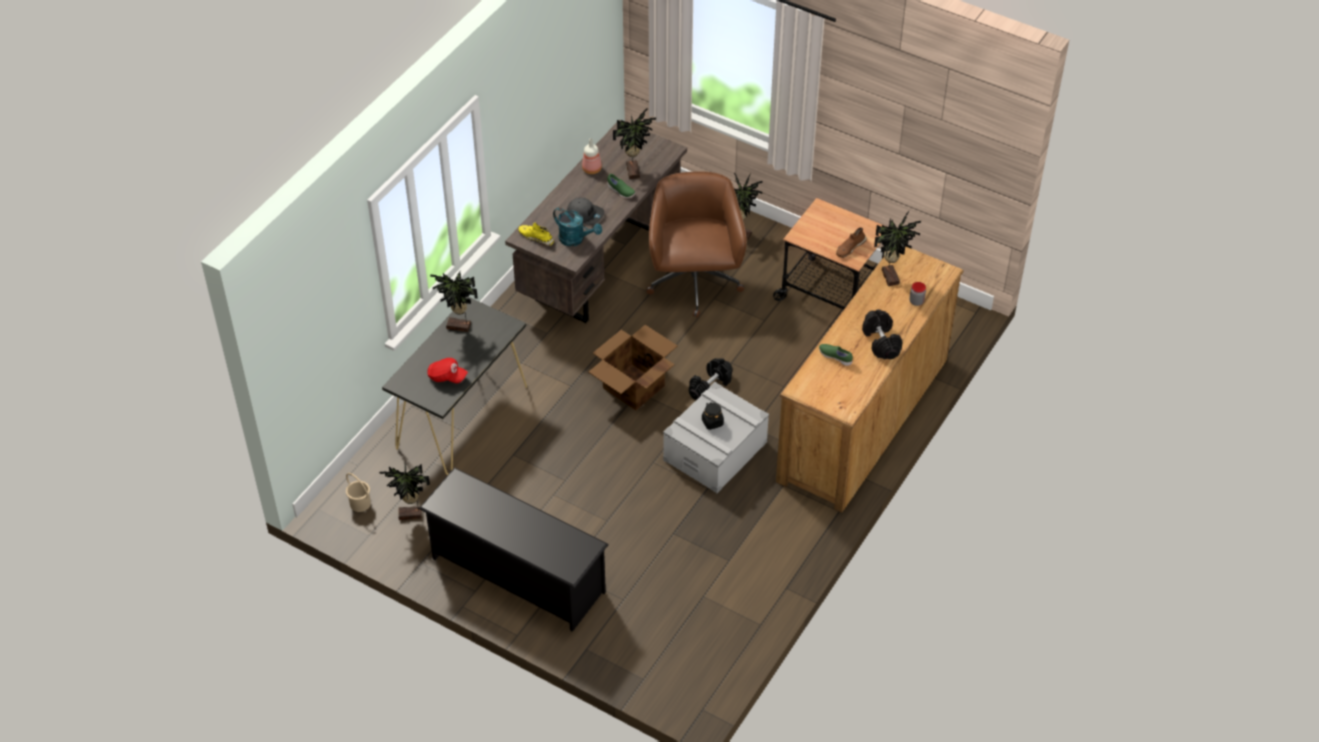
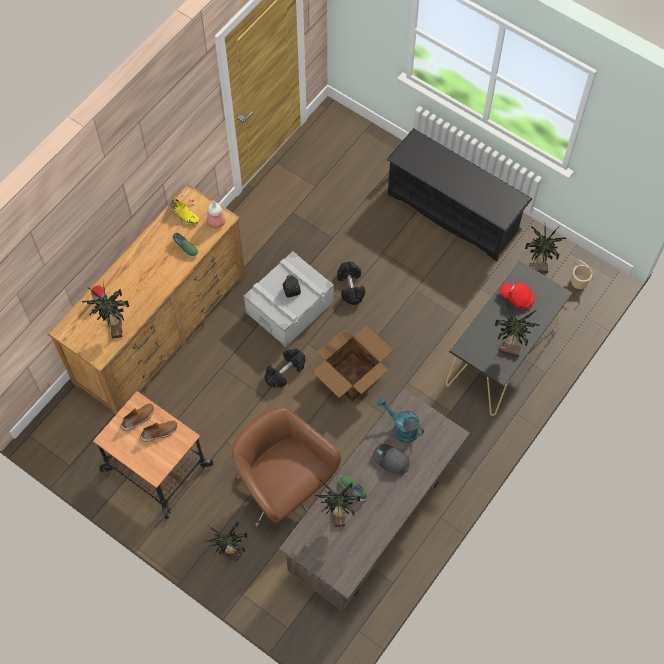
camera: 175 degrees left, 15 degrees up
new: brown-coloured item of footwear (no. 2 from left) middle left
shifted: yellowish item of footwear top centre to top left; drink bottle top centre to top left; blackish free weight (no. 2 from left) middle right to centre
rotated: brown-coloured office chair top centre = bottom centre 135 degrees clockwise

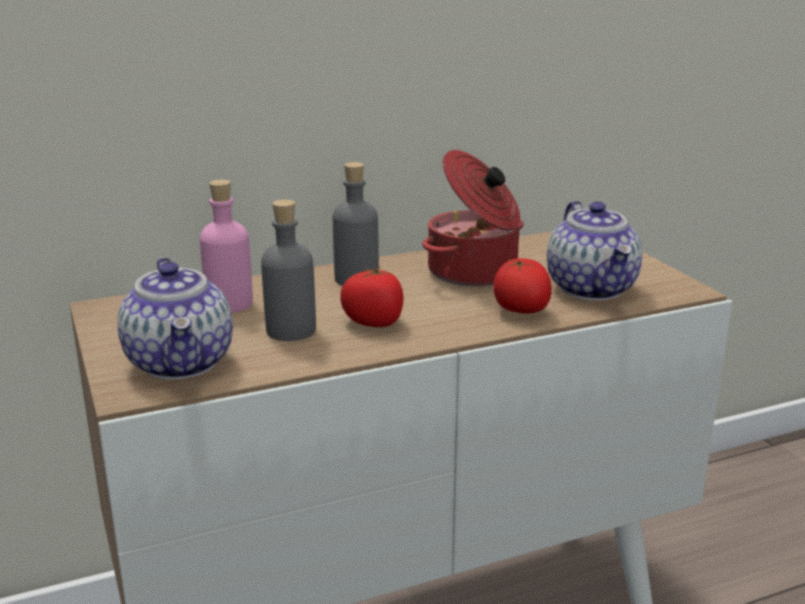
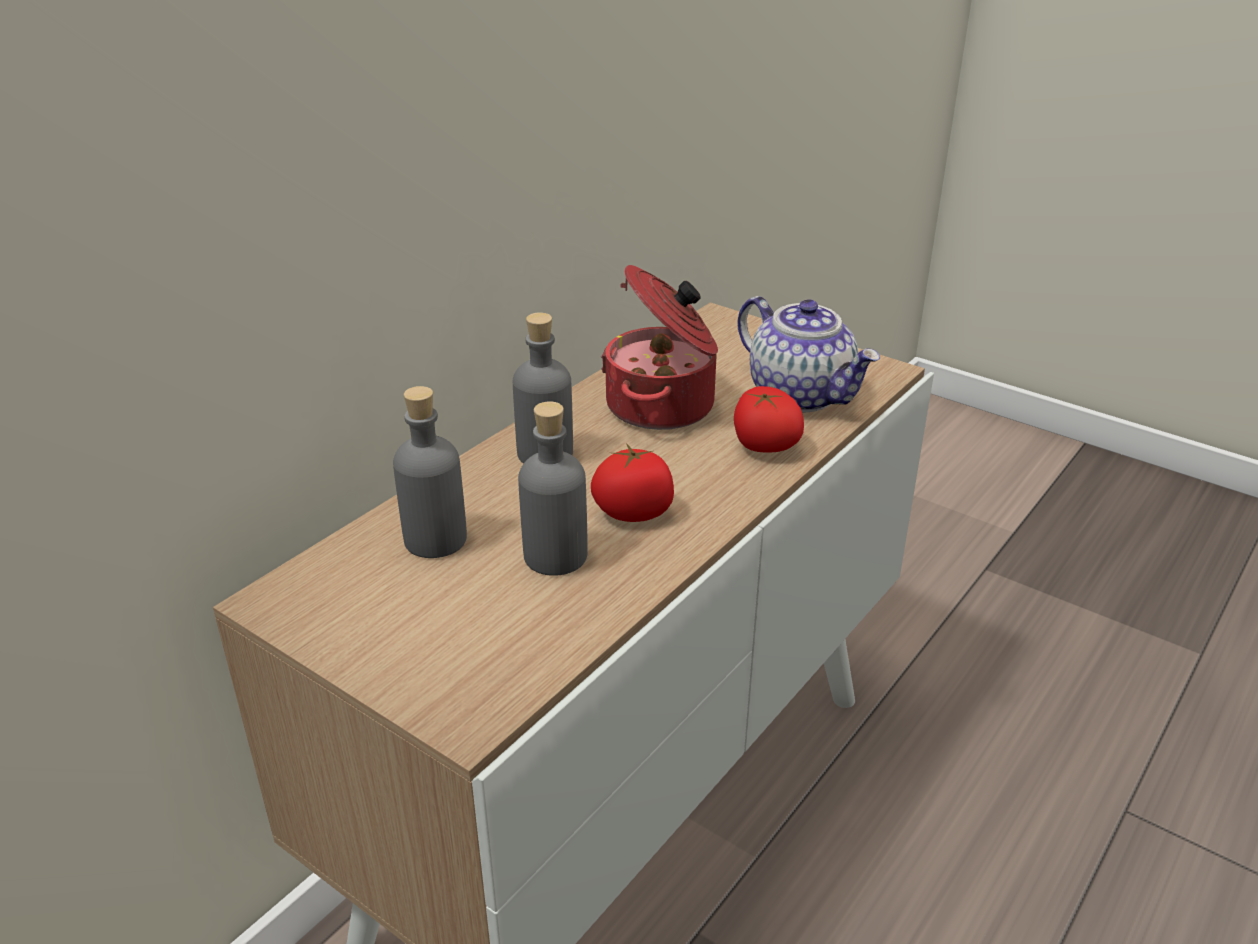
camera: 30 degrees left, 10 degrees up
gone: pot for tea (no. 1 from left) middle left
repainted: pink drink bottle middle left to greyish drink bottle (no. 1 from left) centre

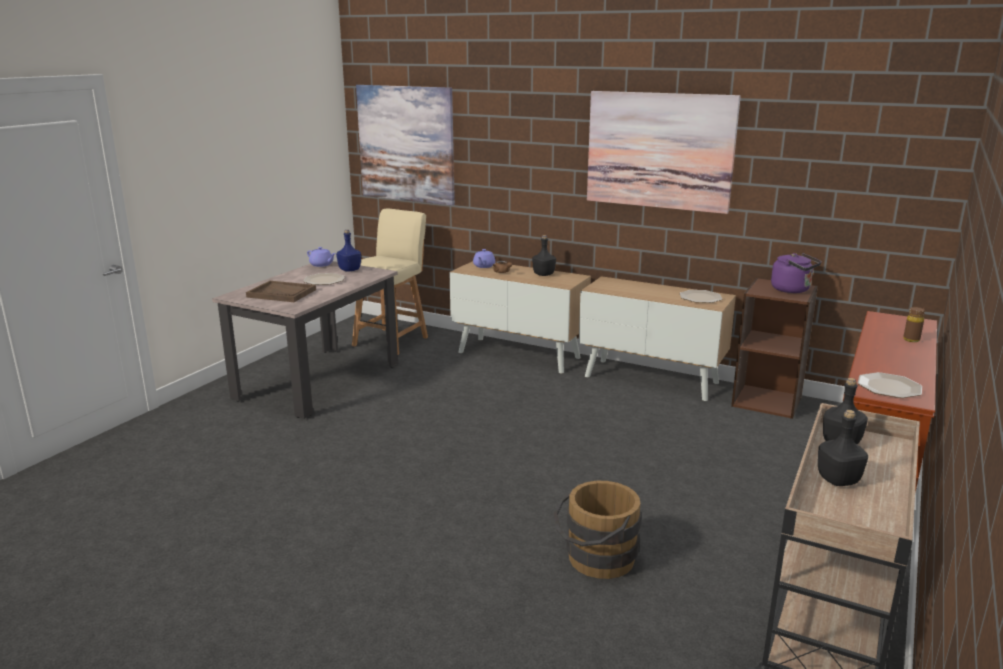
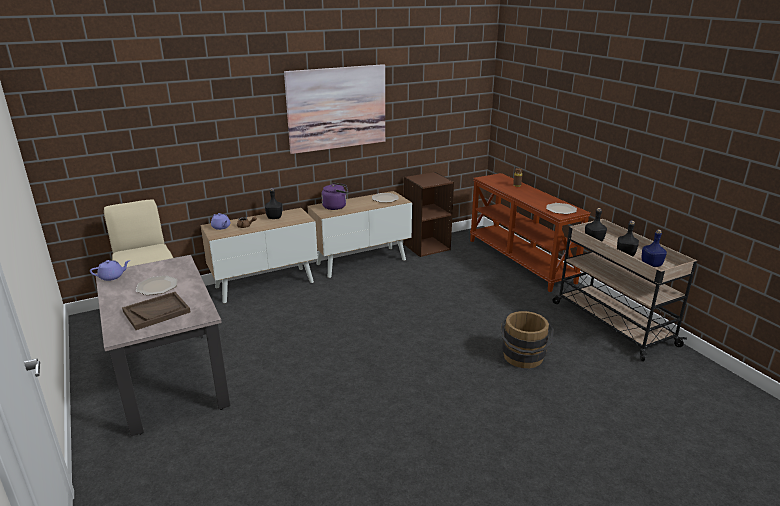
camera: 55 degrees left, 5 degrees up
gone: wall picture (no. 1 from left) top centre
shifted: blue-coloured drink bottle centre to middle right; purplish water kettle middle right to centre

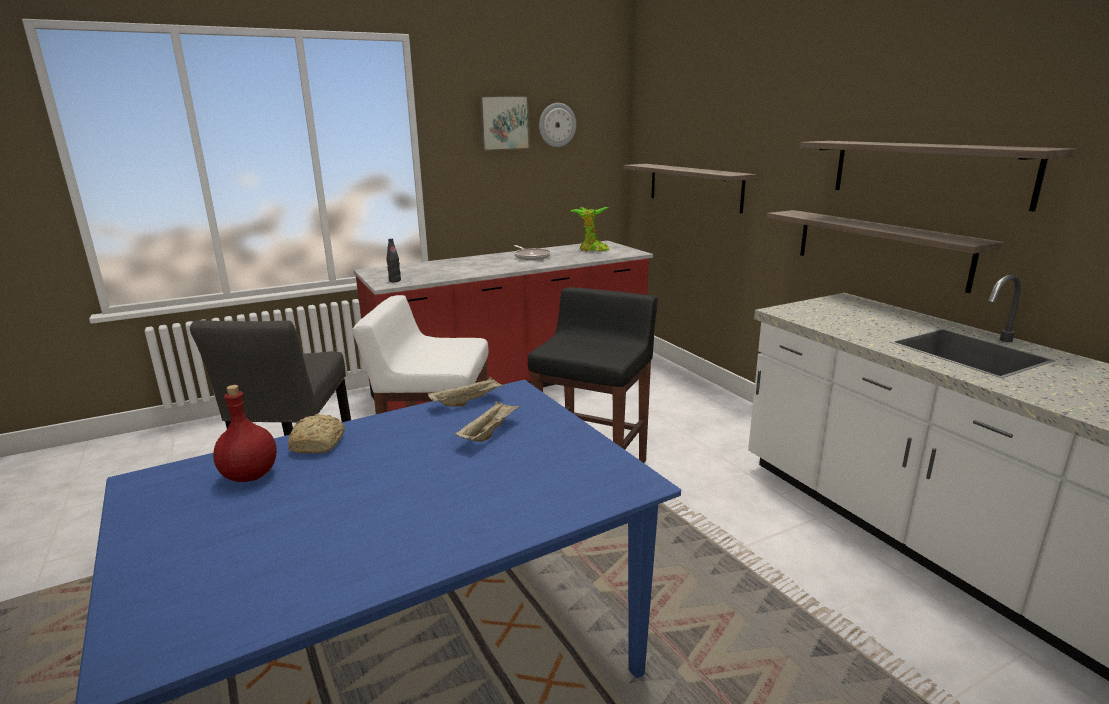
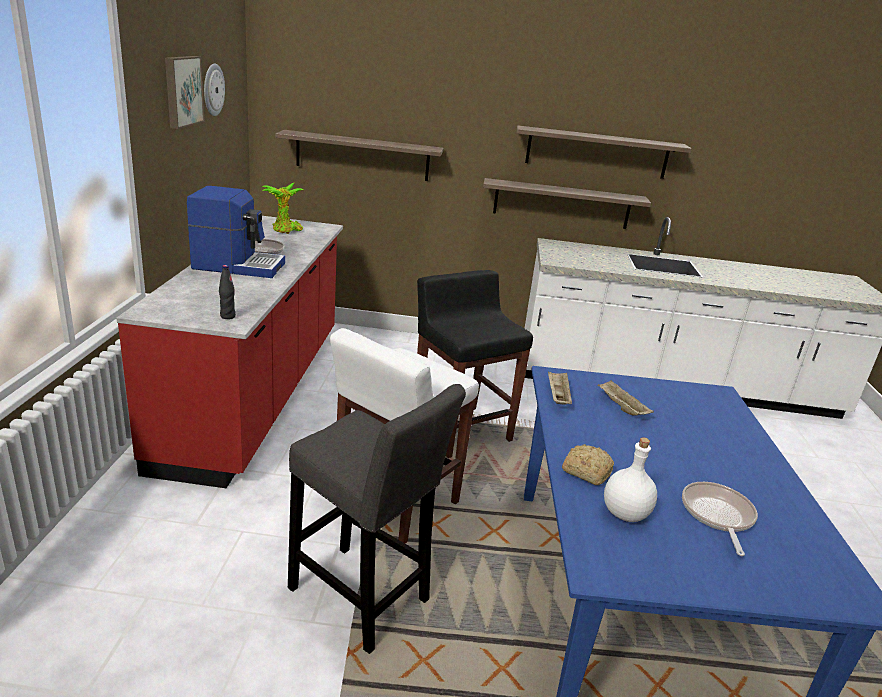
camera: 60 degrees left, 5 degrees up
new: coffee maker top left; skillet (no. 2 from left) bottom right
repainted: reddish drink bottle middle left to whitish drink bottle bottom right

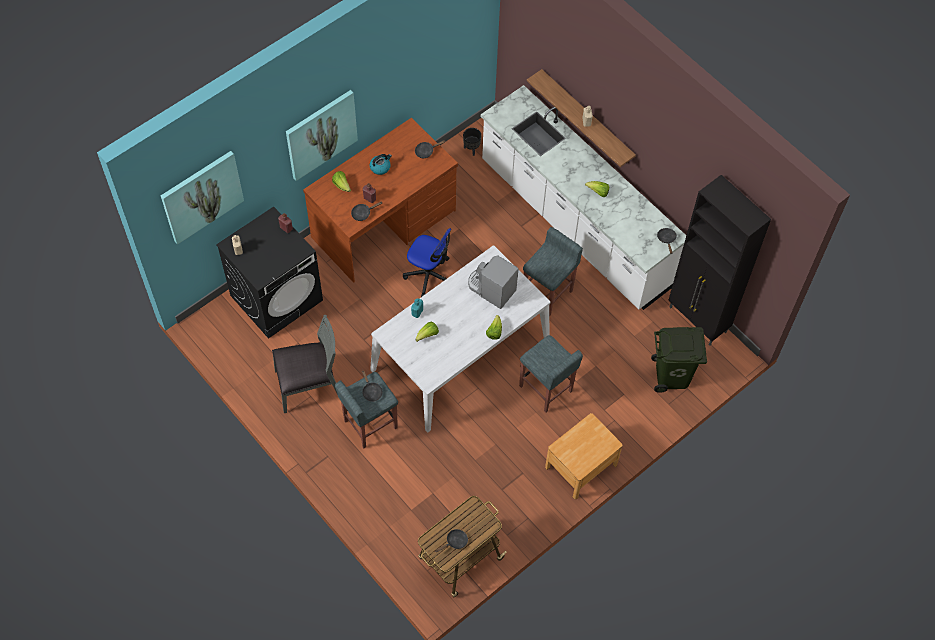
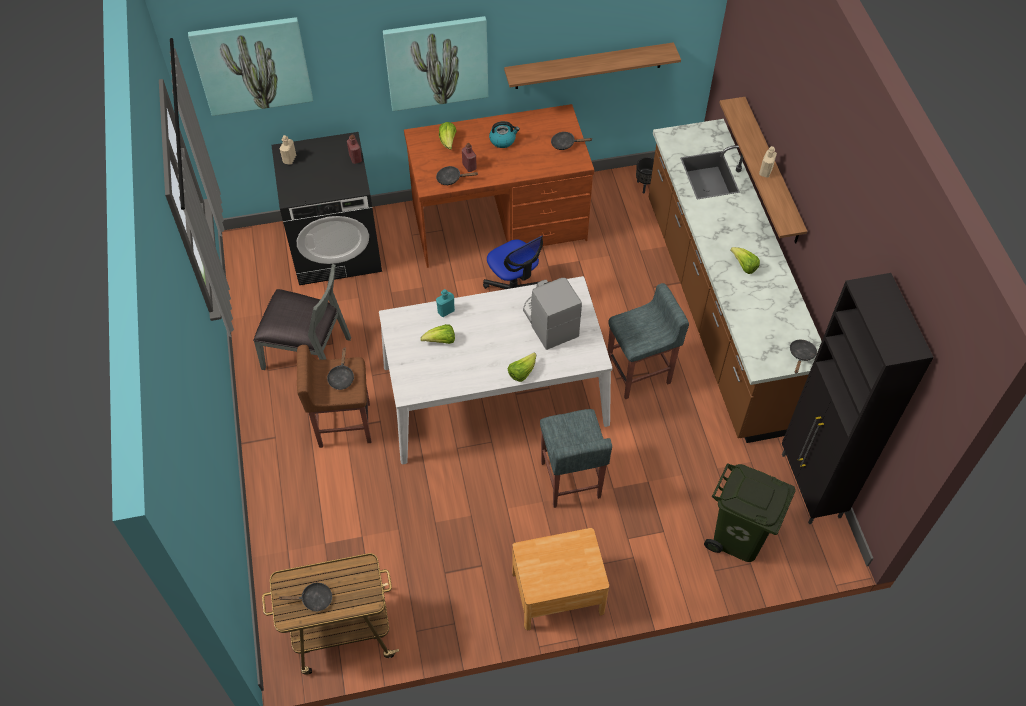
camera: 30 degrees right, 5 degrees down
new: wall shelf (no. 1 from left) top centre
repainted: greyish stool seat (no. 1 from left) centre to brown-coloured stool seat middle left; whitish counter top centre to brown-coloured counter middle right

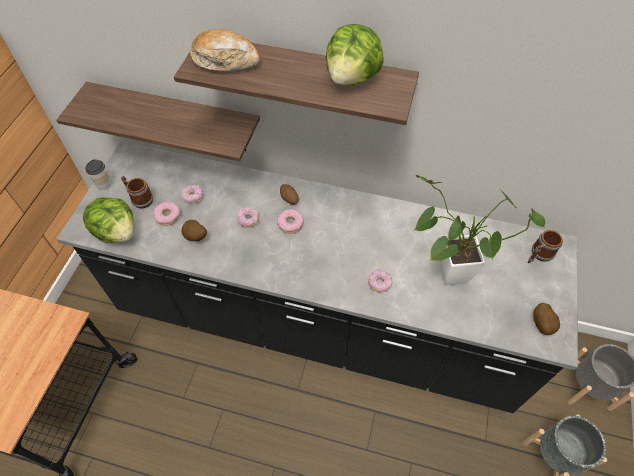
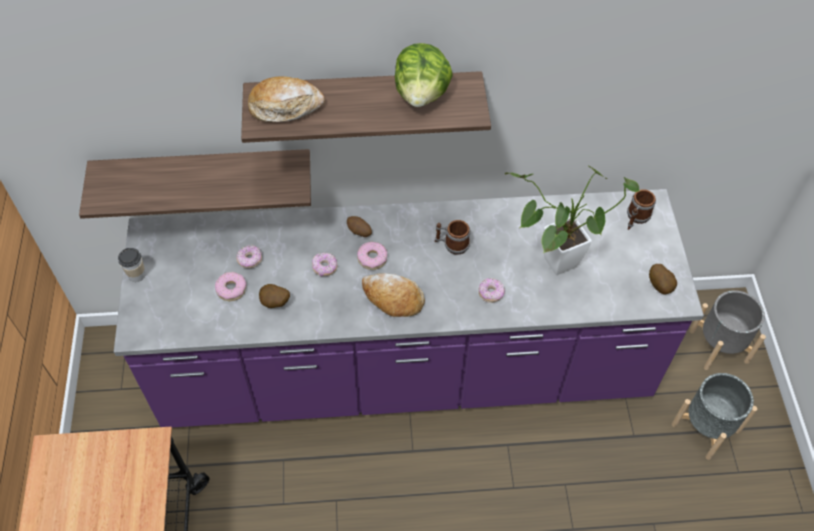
camera: 20 degrees left, 0 degrees up
gone: lettuce head (no. 1 from left) middle left
new: bread (no. 2 from left) centre
shifted: mug (no. 1 from left) middle left to centre
repainted: blackish counter centre to purplish counter centre

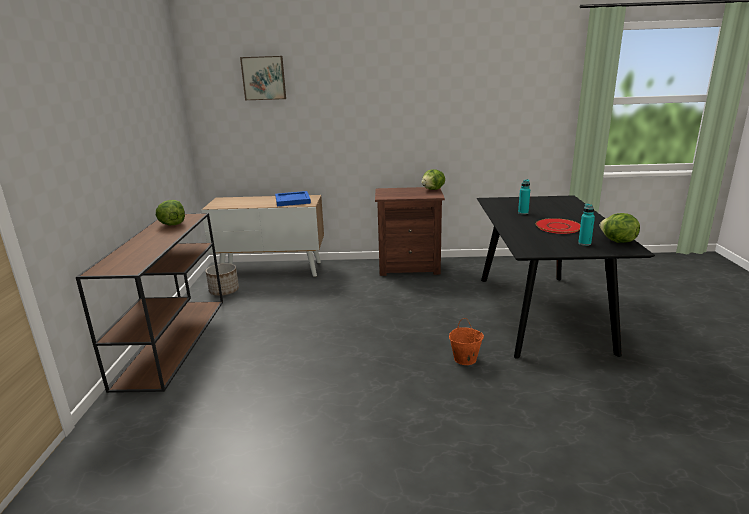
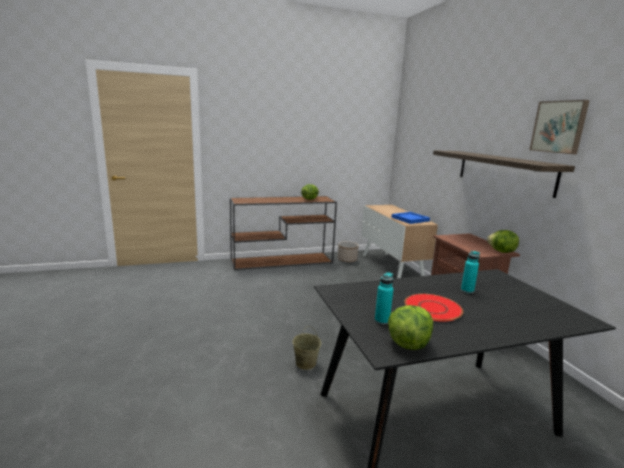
camera: 70 degrees right, 5 degrees down
new: wall shelf middle right
shifted: wall picture top centre to top right
repainted: orange bucket centre to beige-coloured bucket bottom centre

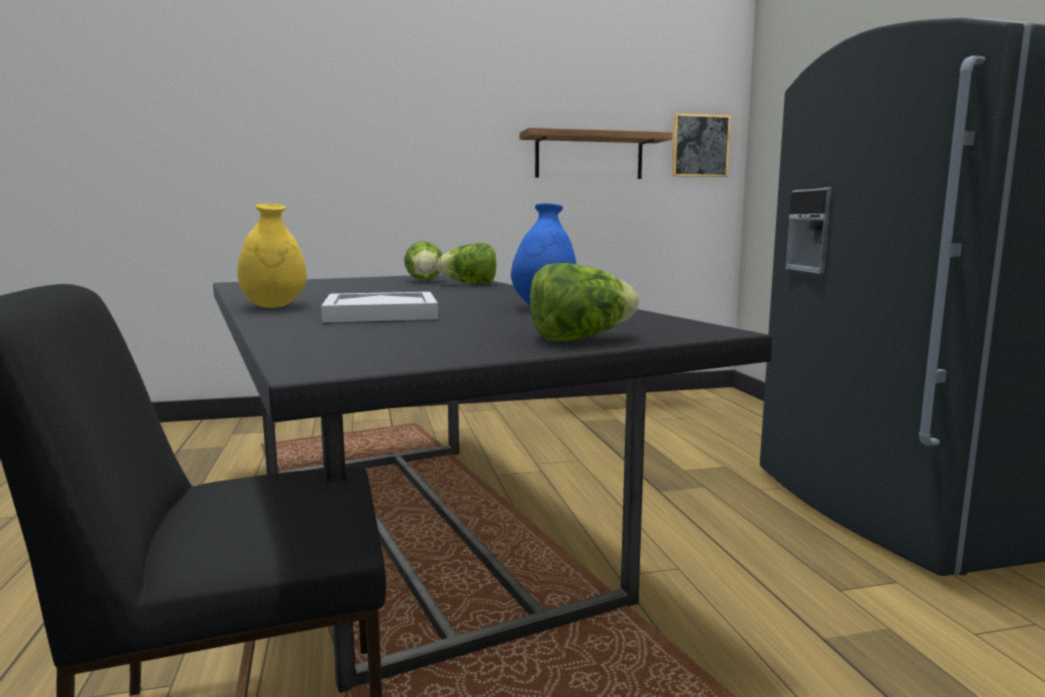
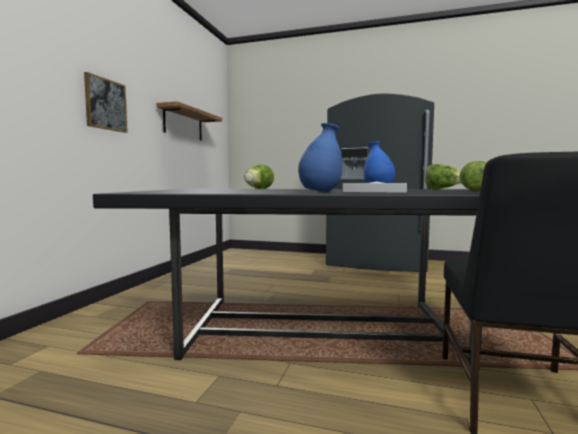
camera: 60 degrees left, 5 degrees down
shifted: lettuce head (no. 1 from left in the first image) centre to lettuce head (no. 2 from left) middle right; wall picture top right to top left
repainted: yellowish vase middle left to blue-coloured vase (no. 1 from left) centre

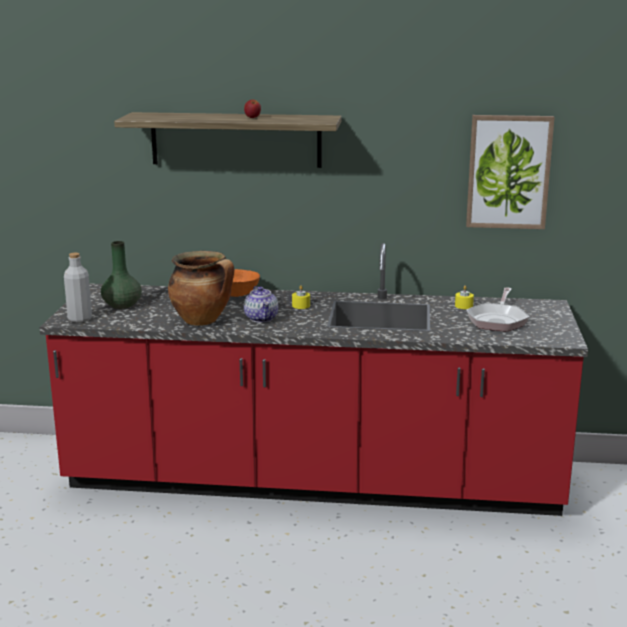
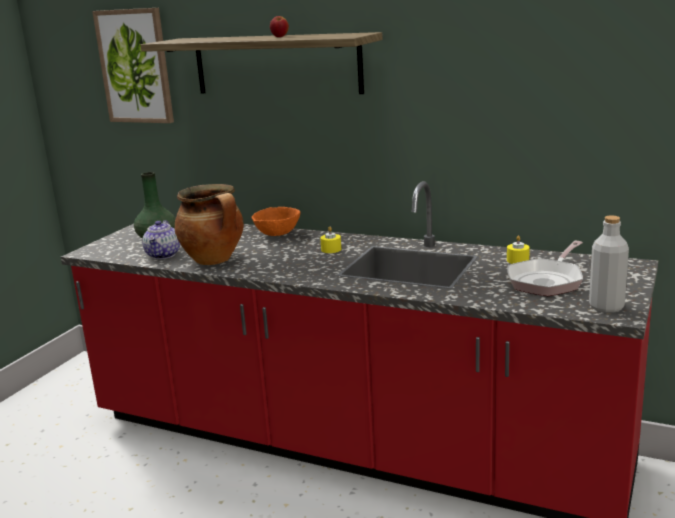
camera: 20 degrees right, 0 degrees up
shifted: greyish drink bottle middle left to middle right; pot for tea centre to middle left; wall picture top right to top left

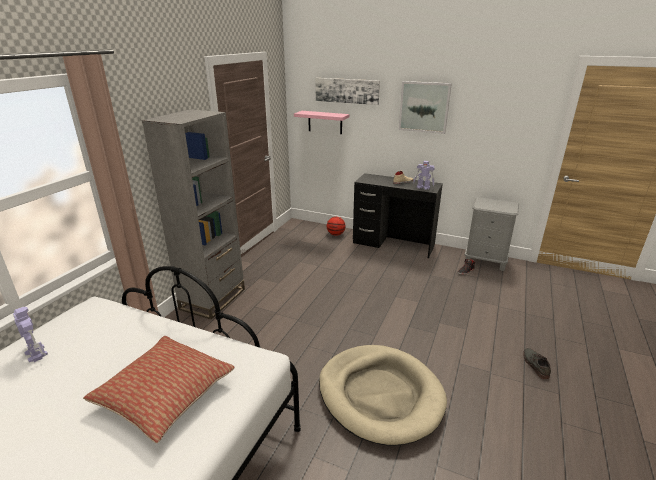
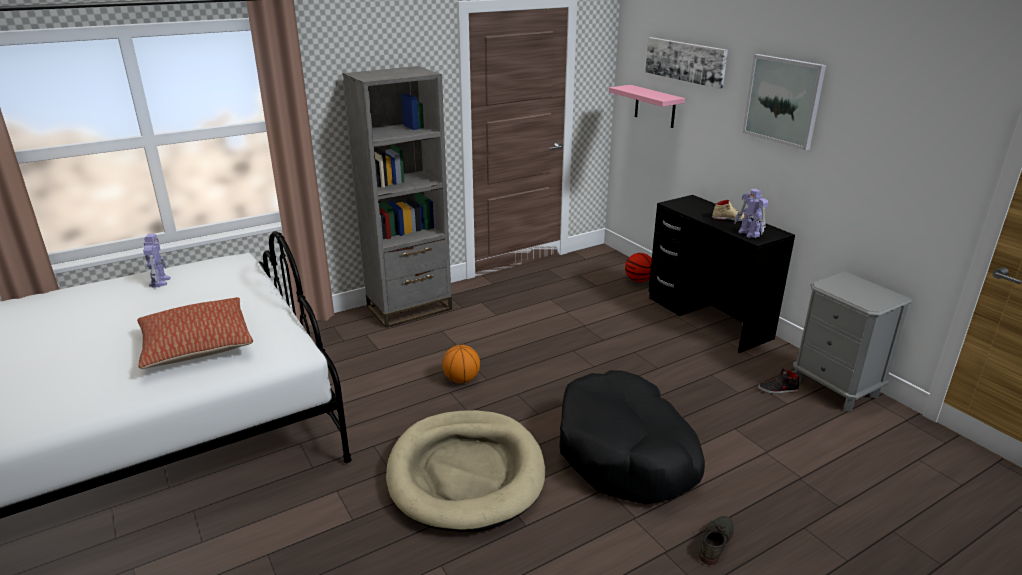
camera: 35 degrees right, 0 degrees up
new: basketball (no. 1 from left) centre; blackish dog bed bottom centre

